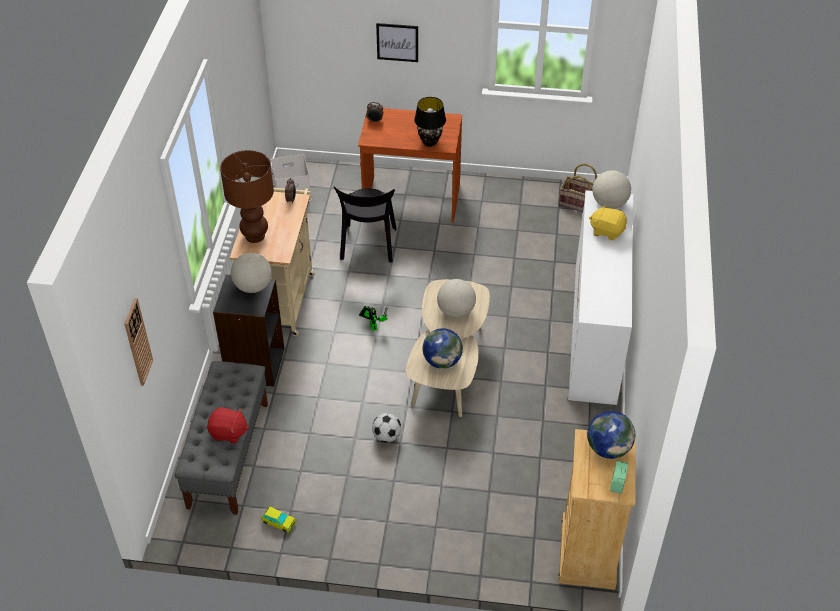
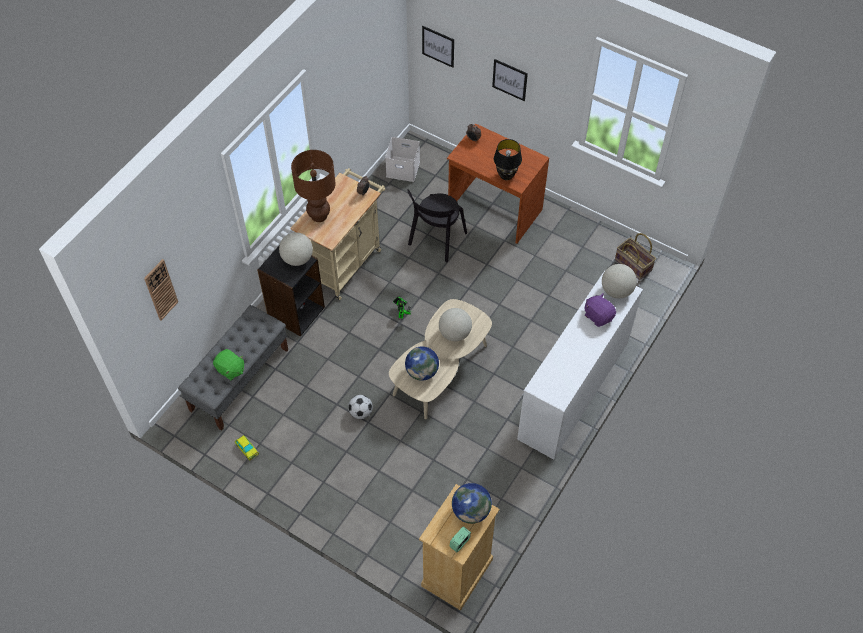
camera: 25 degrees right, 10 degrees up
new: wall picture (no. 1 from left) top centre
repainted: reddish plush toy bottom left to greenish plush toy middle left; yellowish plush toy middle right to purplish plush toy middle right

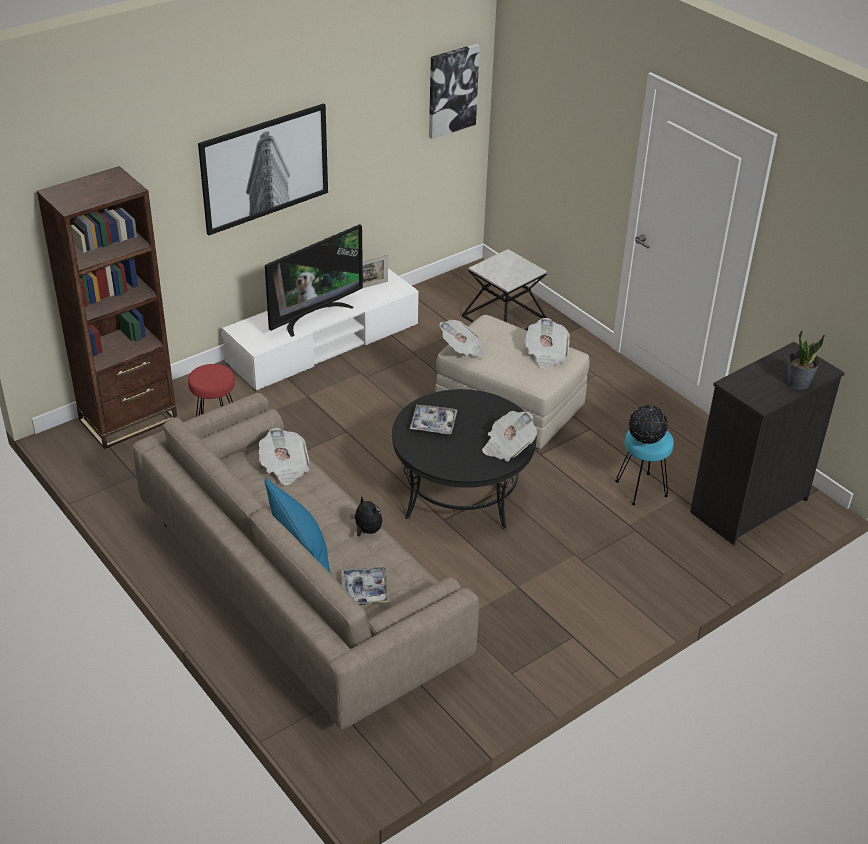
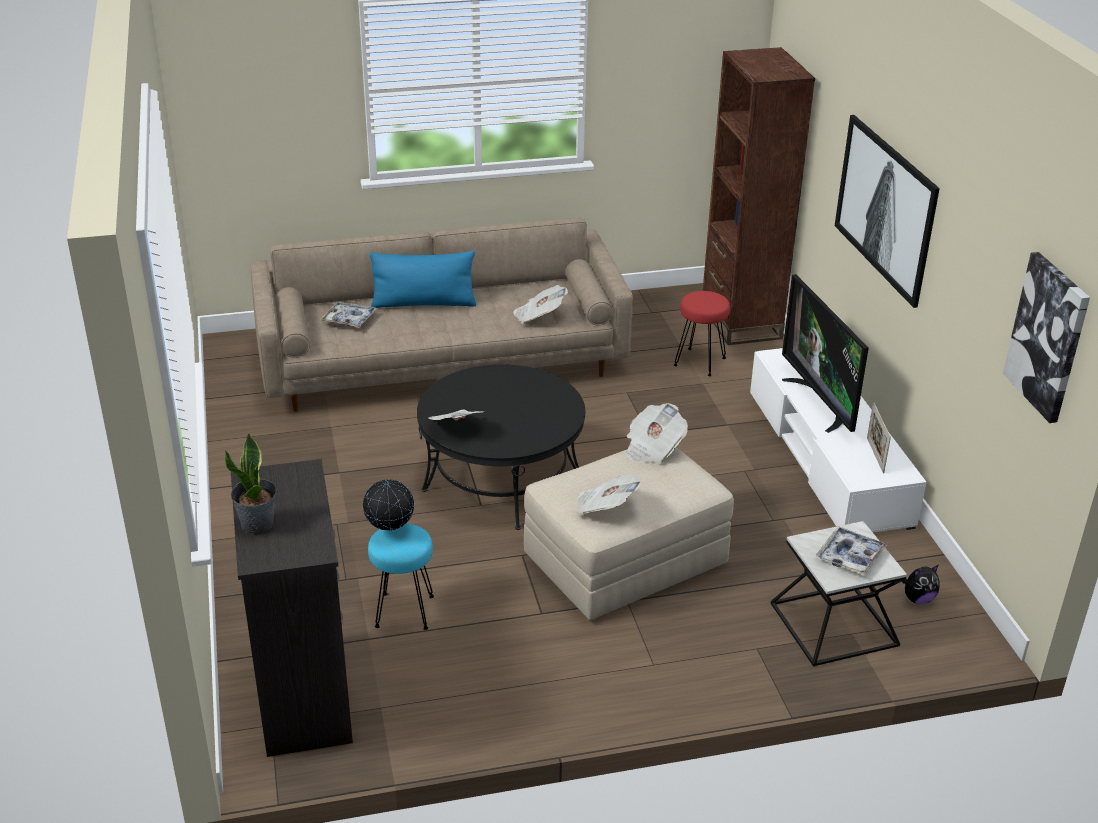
camera: 115 degrees right, 5 degrees down
shifted: plush toy centre to bottom right; tray (no. 2 from left) centre to bottom right

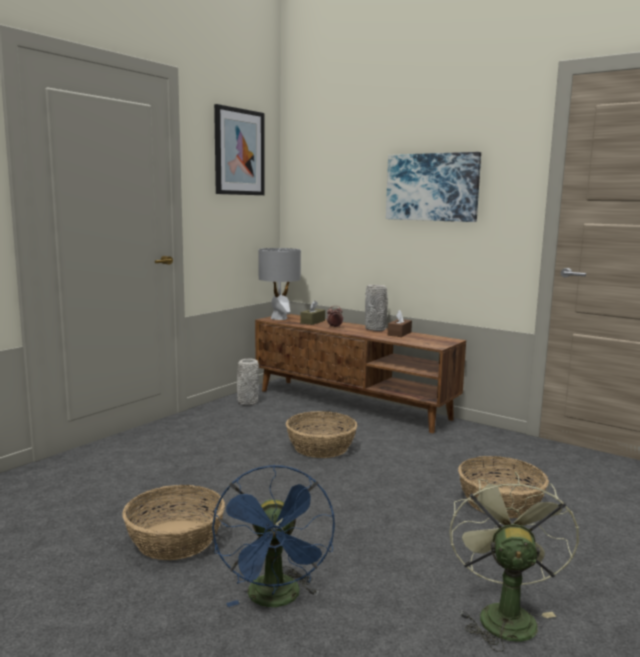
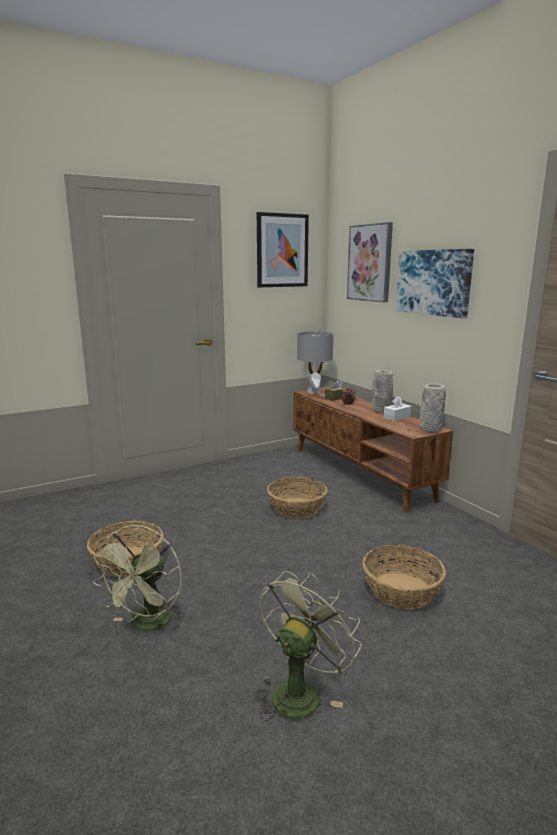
camera: 25 degrees right, 5 degrees up
new: wall picture (no. 2 from left) top centre
shifted: greyish vase (no. 1 from left in the first image) centre to greyish vase (no. 2 from left) middle right
repainted: blue-coloured electric fan bottom centre to greenish electric fan (no. 1 from left) bottom left; brown-coloured tissue holder (no. 2 from left) centre to whitish tissue holder middle right

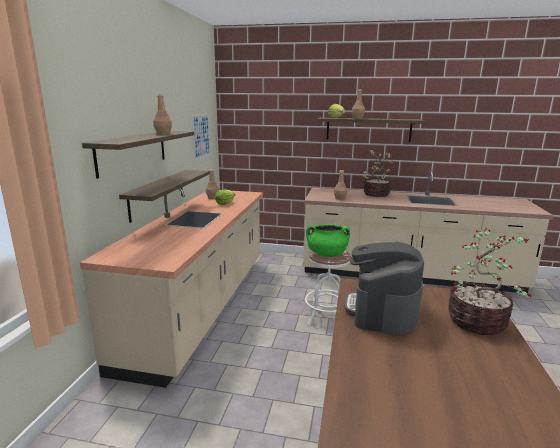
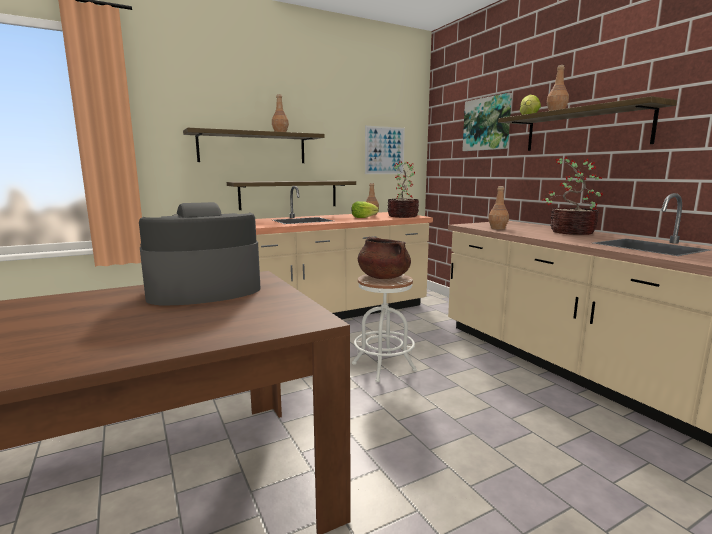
camera: 50 degrees right, 5 degrees down
new: wall picture (no. 2 from left) top right
shifted: houseplant (no. 2 from left in the first image) middle right to houseplant (no. 1 from left) centre
repainted: greenish cooking pot centre to brown-coloured cooking pot centre

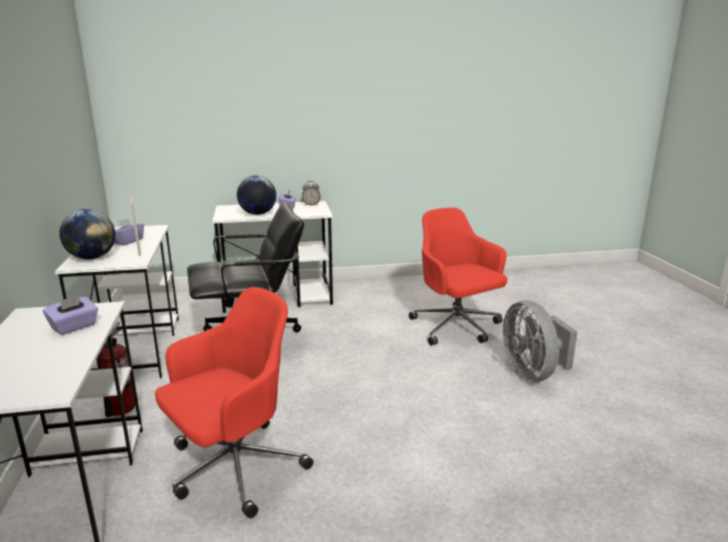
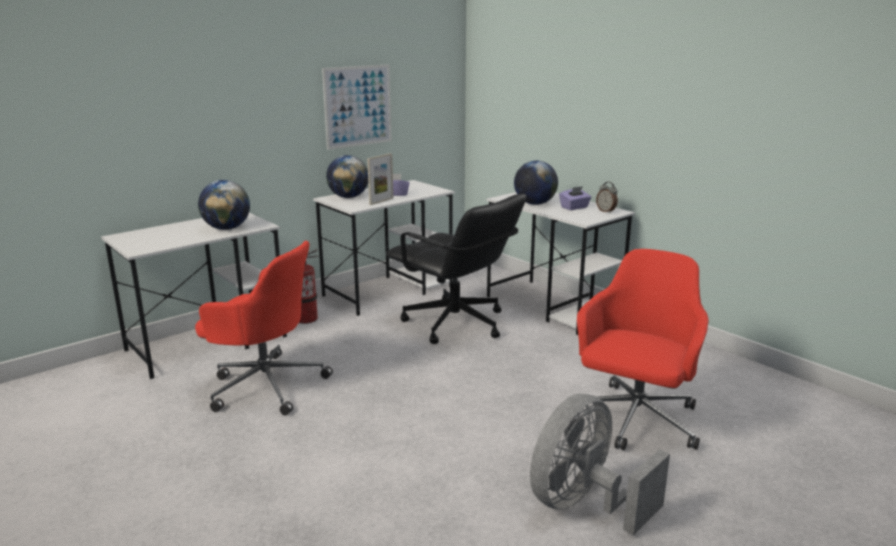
camera: 60 degrees right, 0 degrees up
new: wall picture top centre
swapped: purplish tissue holder (no. 1 from left) middle left to globe (no. 1 from left) middle left

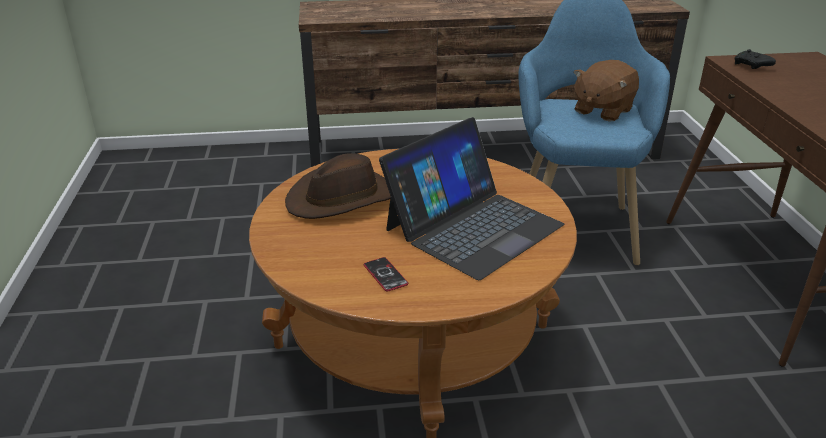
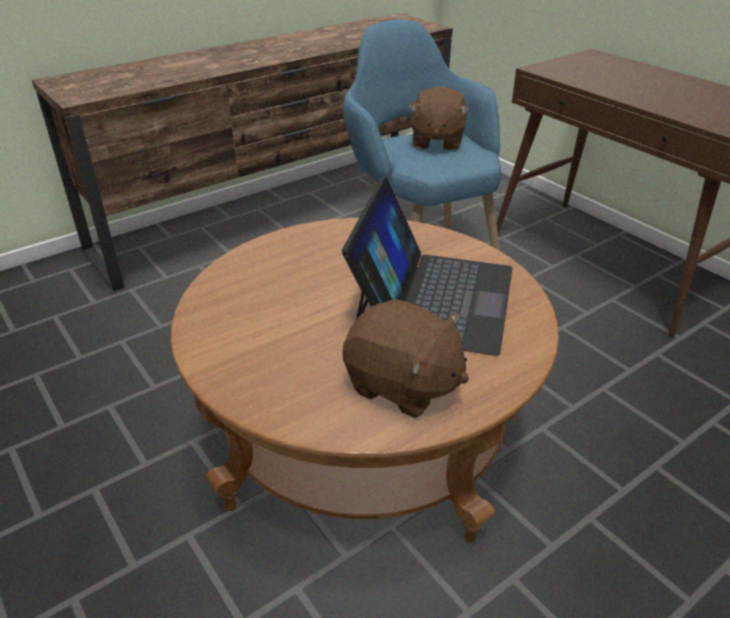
camera: 30 degrees left, 5 degrees up
gone: brown-coloured wearable hat centre; blackish joypad top right
swapped: handset centre to brown-coloured plush toy (no. 1 from left) centre

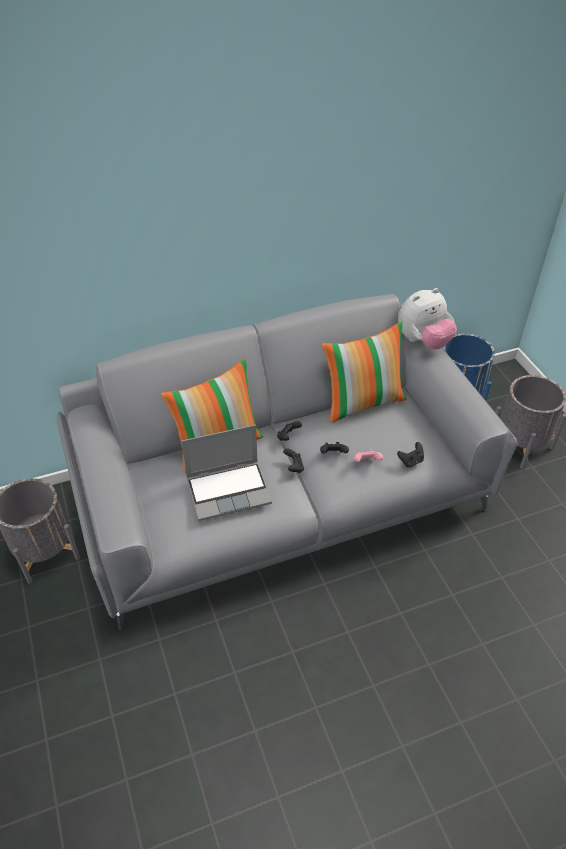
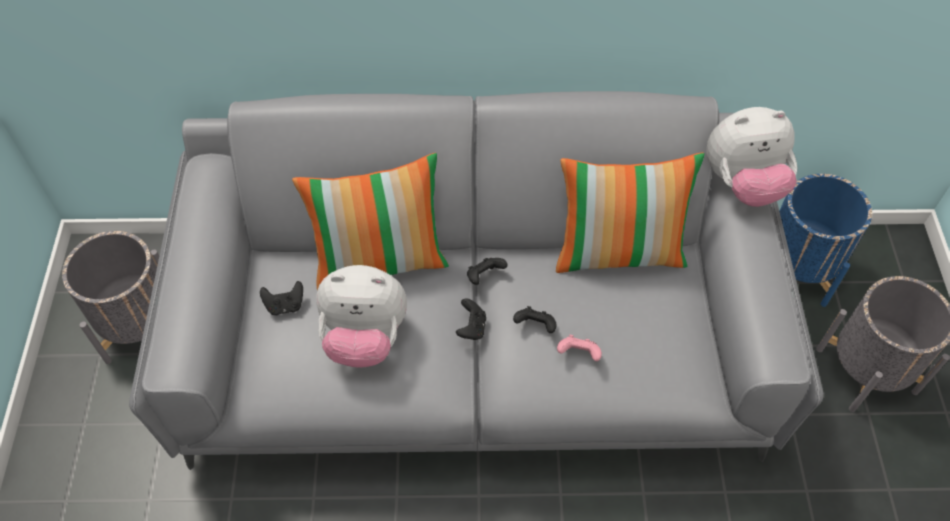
camera: 20 degrees right, 10 degrees up
shifted: blackish joypad (no. 4 from left in the first image) middle right to blackish joypad (no. 1 from left) middle left
swapped: portable computer centre to plush toy (no. 1 from left) centre

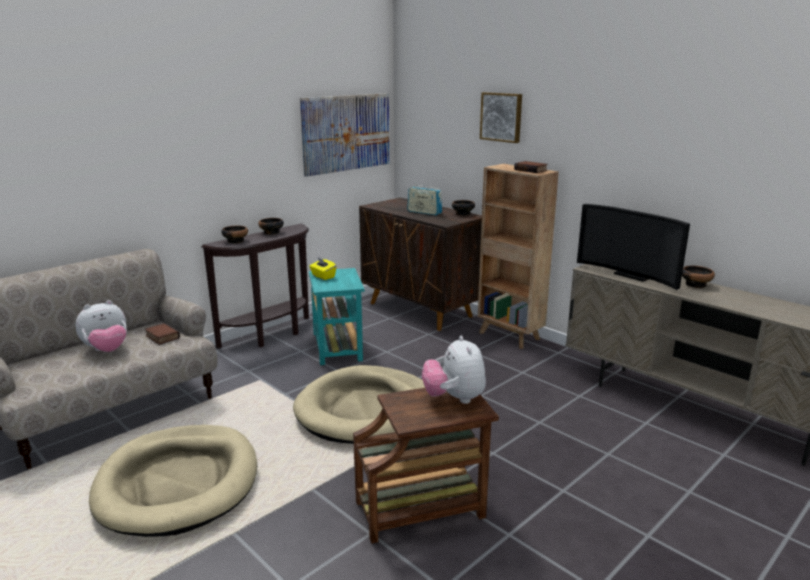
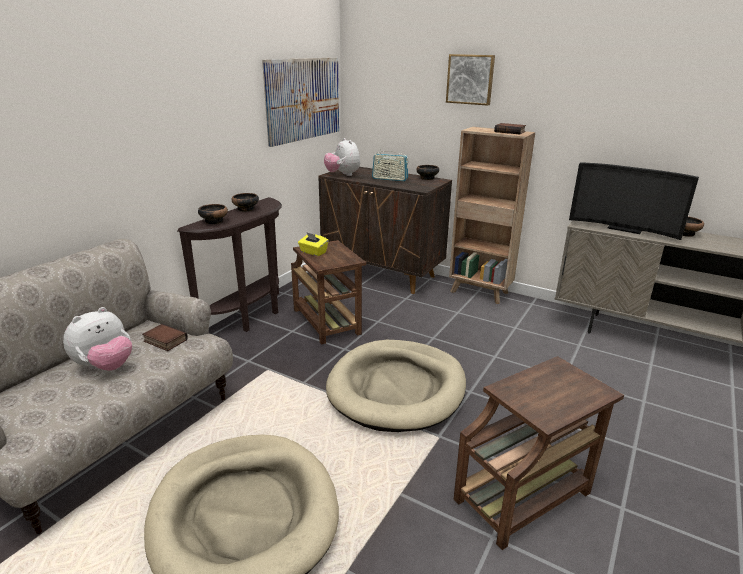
camera: 15 degrees left, 5 degrees up
shifted: plush toy (no. 2 from left) centre to top centre
repainted: turquoise-coloured end table centre to brown-coloured end table (no. 1 from left) centre

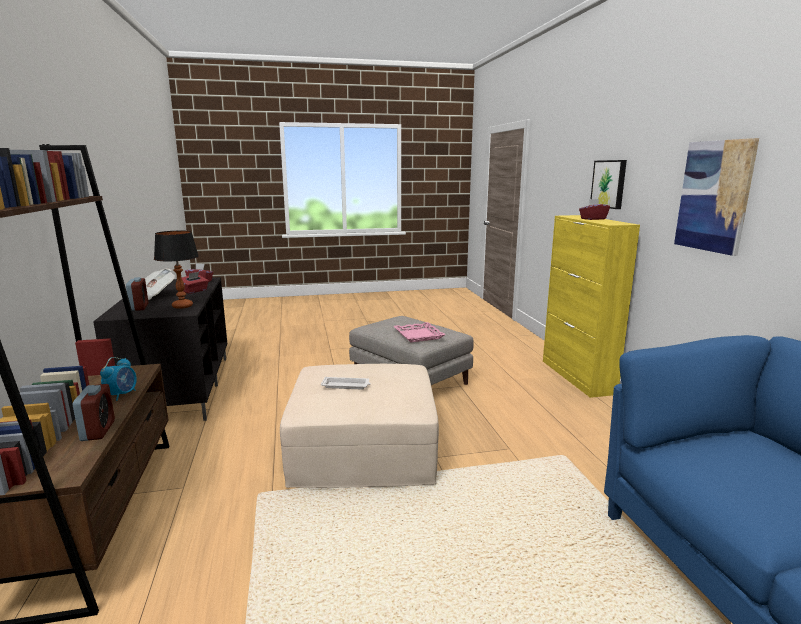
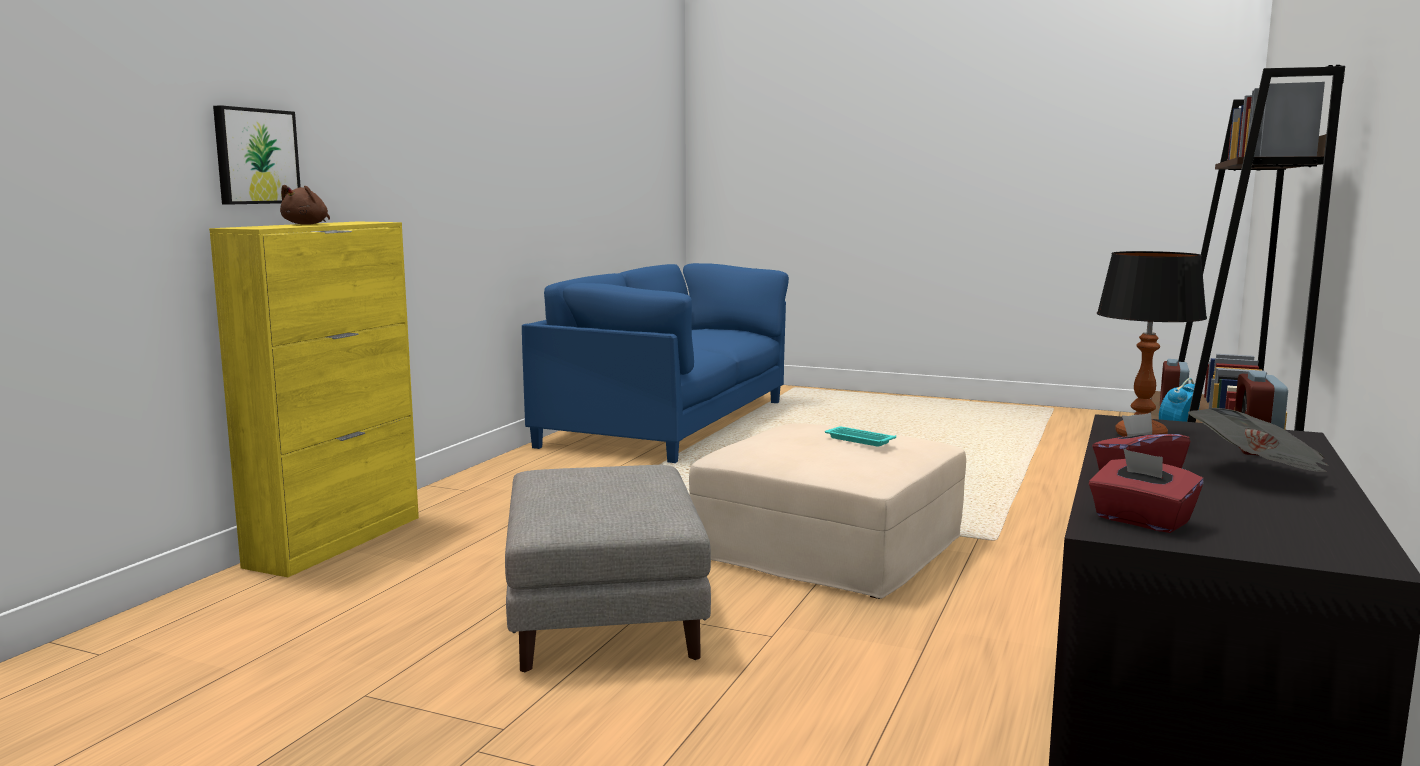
camera: 145 degrees left, 5 degrees down
gone: pink tray centre; wall picture (no. 2 from left) top right
swapped: reddish tissue holder (no. 3 from left) middle right to brown-coloured plush toy top left
repainted: whitish tray centre to turquoise-coloured tray centre

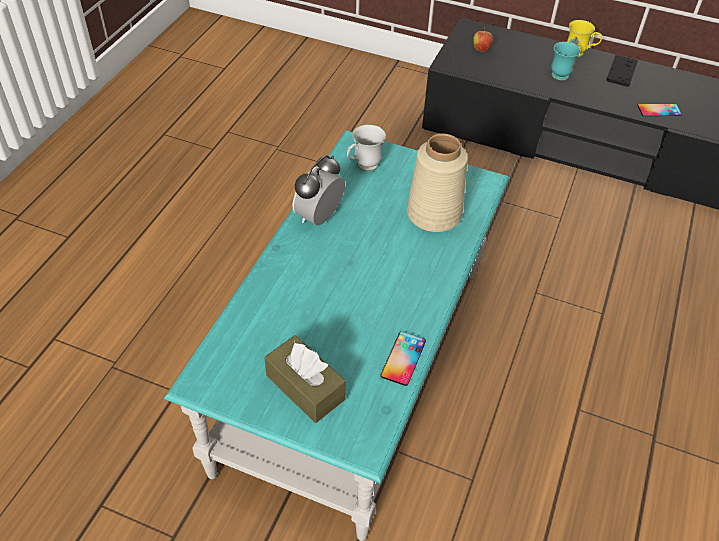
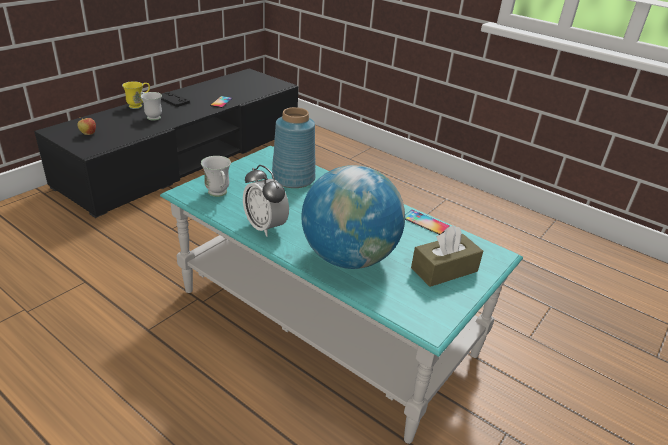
camera: 75 degrees left, 15 degrees down
new: globe centre
repainted: beige-coloured vase centre to blue-coloured vase top centre; turquoise-coloured mug top right to whitish mug (no. 1 from left) top left

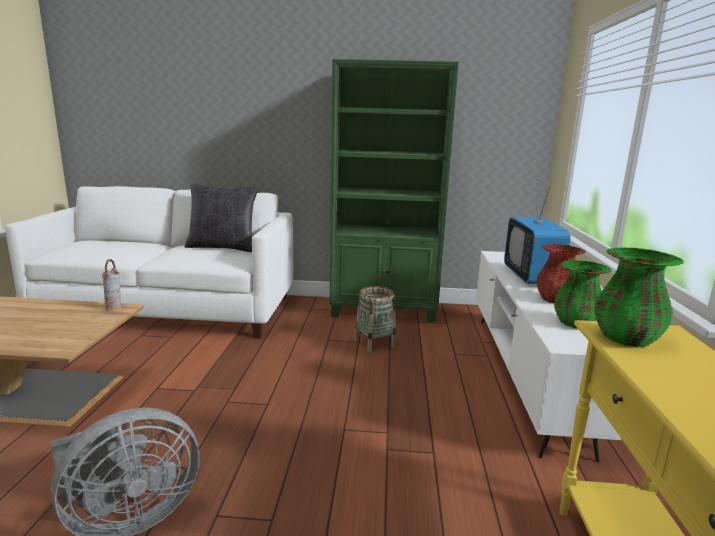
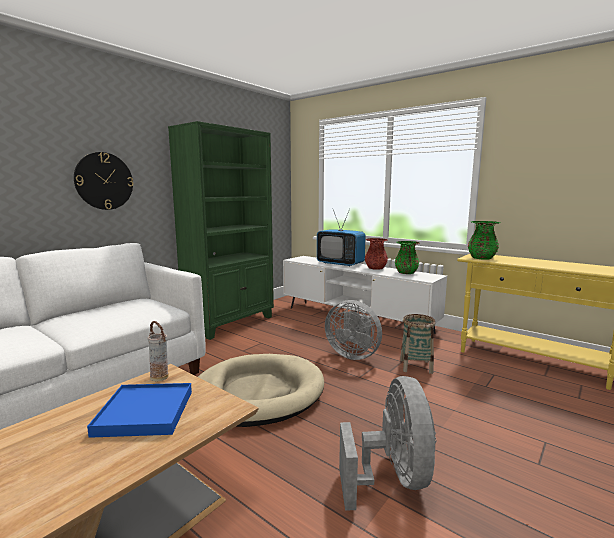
camera: 55 degrees left, 5 degrees down
gone: blackish cushion middle left
new: clock on the wall middle left; blue-coloured tray bottom left; beige-coloured dog bed bottom centre; greyish electric fan (no. 1 from left) centre
shifted: basket centre to middle right

